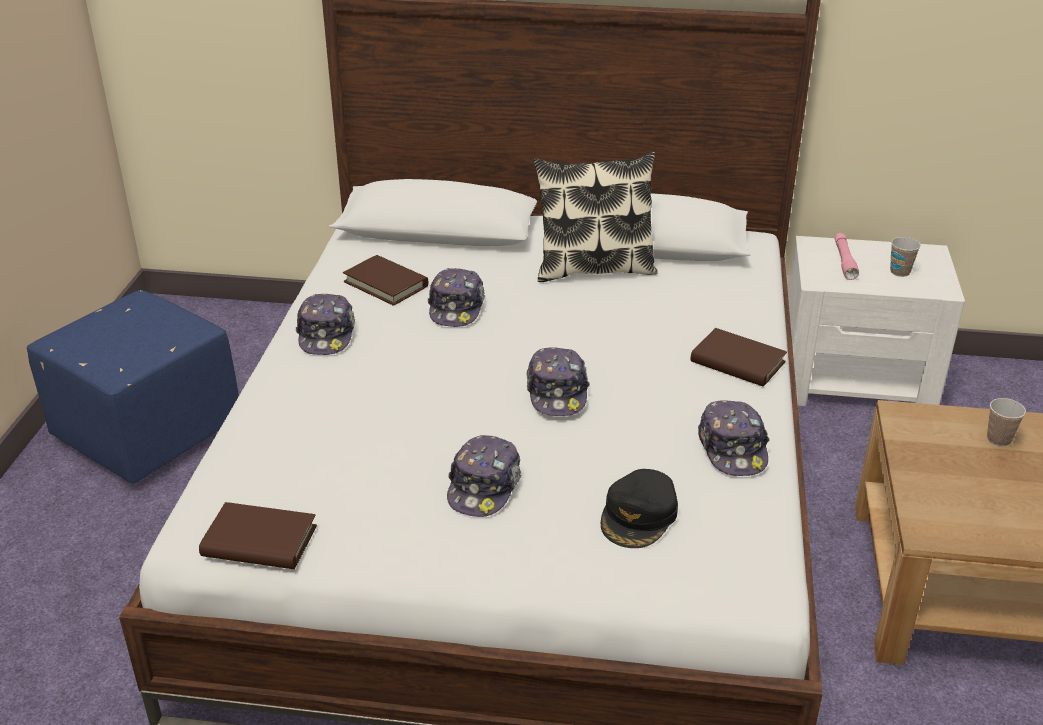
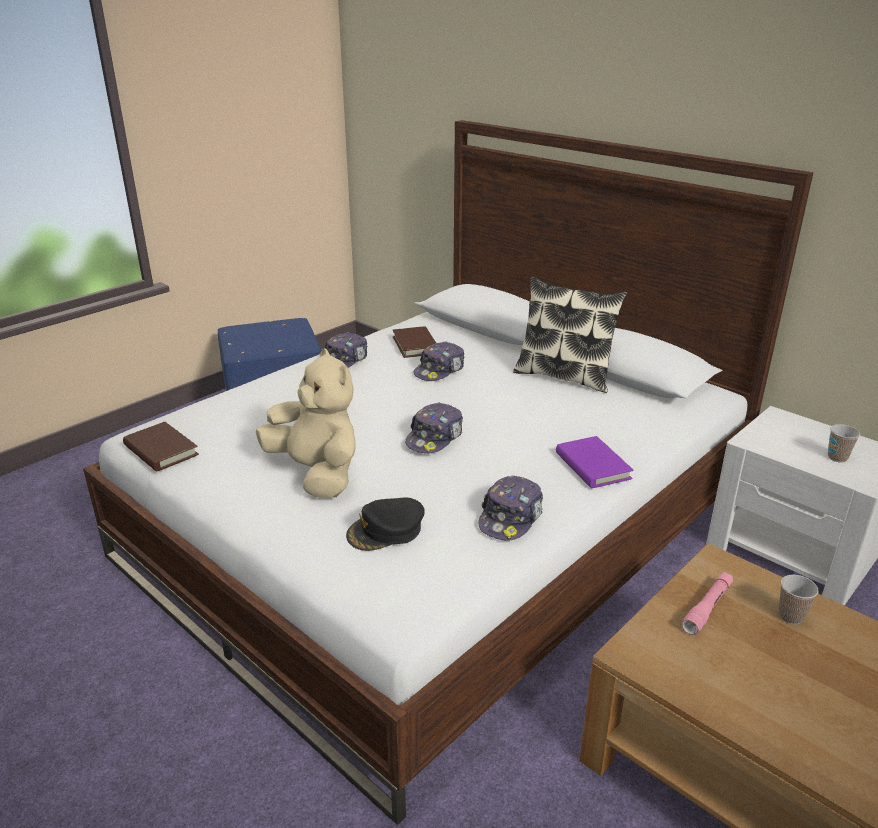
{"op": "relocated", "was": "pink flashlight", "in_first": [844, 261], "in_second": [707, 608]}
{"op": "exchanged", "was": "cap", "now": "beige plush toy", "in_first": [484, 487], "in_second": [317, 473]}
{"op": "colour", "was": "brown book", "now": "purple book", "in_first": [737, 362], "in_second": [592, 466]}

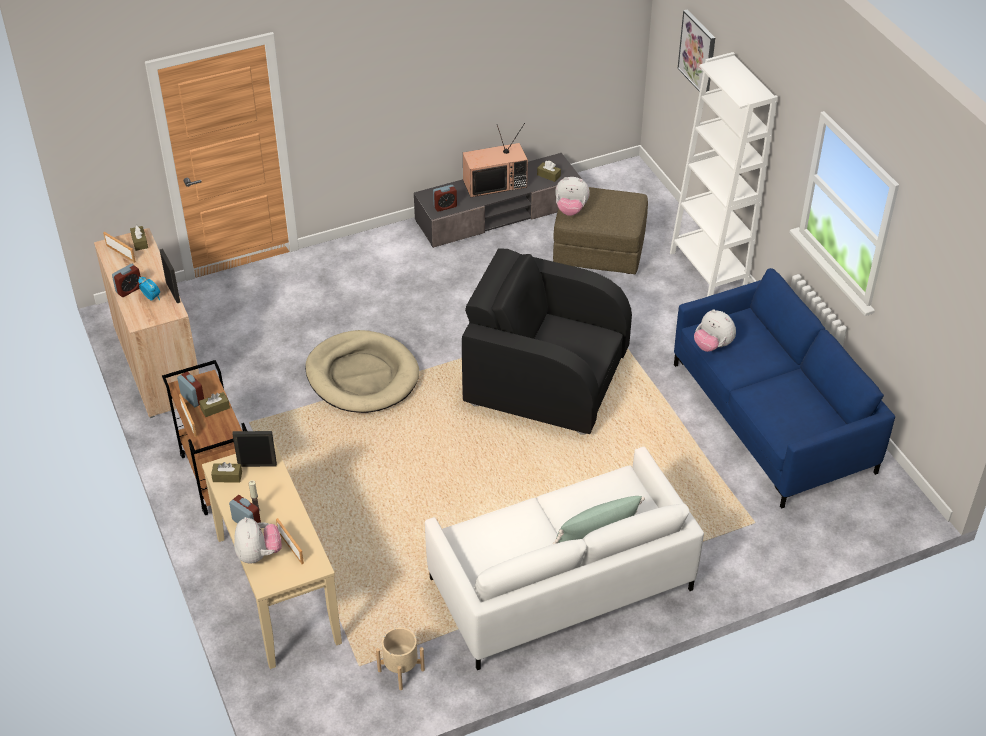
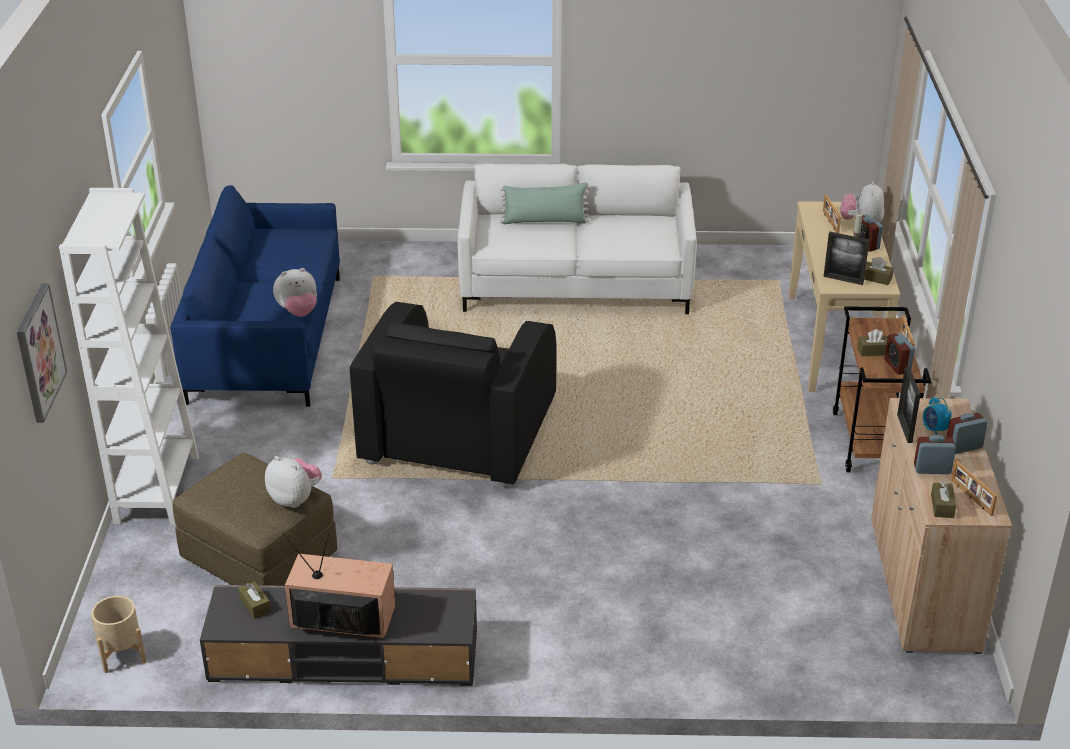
{"op": "missing", "was": "beige dog bed", "in_first": [362, 376]}
{"op": "relocated", "was": "beige planter", "in_first": [401, 670], "in_second": [122, 654]}
{"op": "relocated", "was": "alarm clock", "in_first": [445, 206], "in_second": [932, 469]}
{"op": "spun", "was": "black armchair", "in_first": [545, 378], "in_second": [457, 433], "clockwise": 60}
{"op": "spun", "was": "plush toy", "in_first": [712, 346], "in_second": [298, 312], "clockwise": 90}

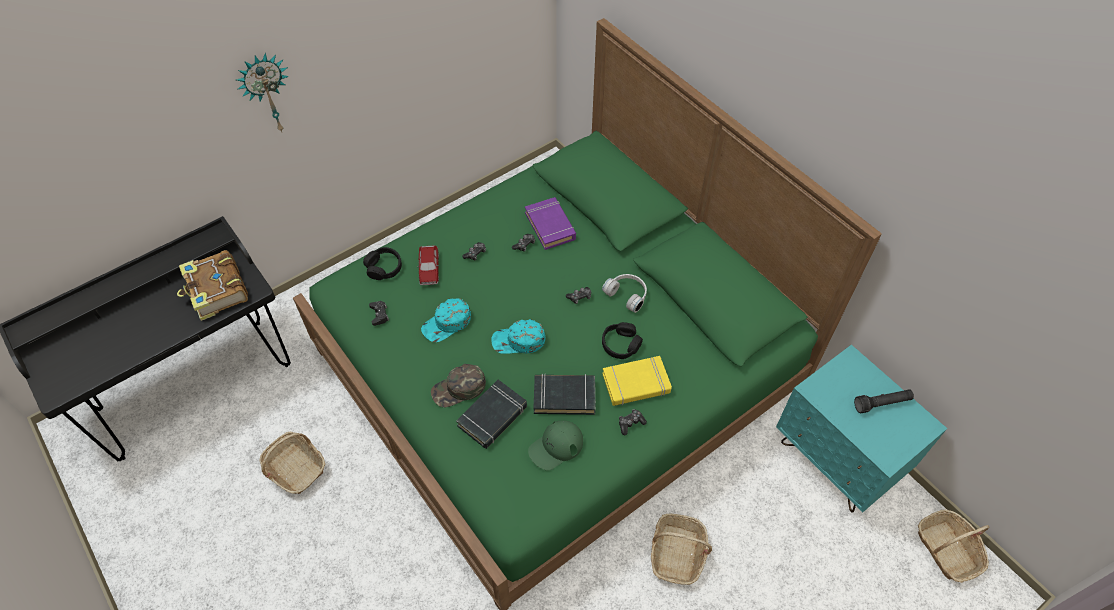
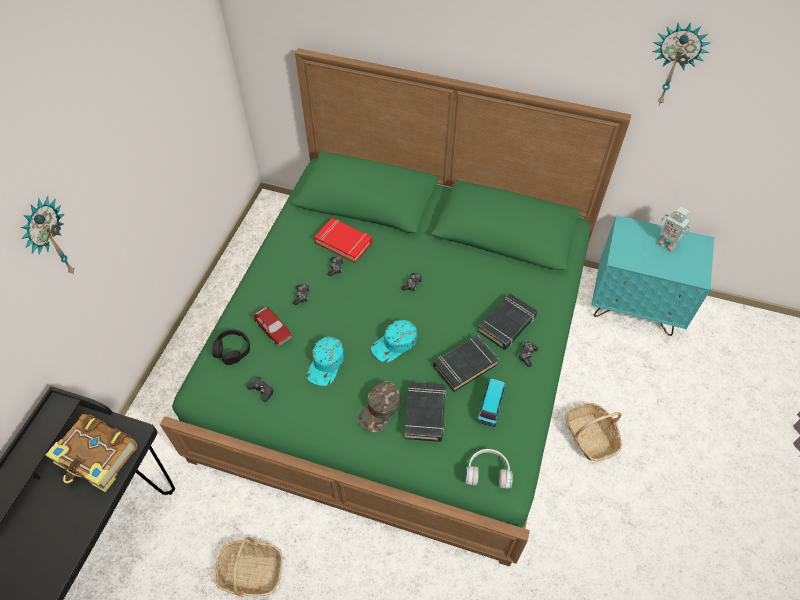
{"op": "missing", "was": "black headphones", "in_first": [621, 344]}
{"op": "missing", "was": "basket", "in_first": [947, 550]}
{"op": "appeared", "now": "wall clock", "in_second": [674, 63]}
{"op": "relocated", "was": "white headphones", "in_first": [627, 294], "in_second": [488, 471]}
{"op": "exchanged", "was": "green cap", "now": "toy car", "in_first": [556, 446], "in_second": [490, 406]}
{"op": "exchanged", "was": "black flashlight", "now": "toy robot", "in_first": [882, 403], "in_second": [666, 244]}
{"op": "colour", "was": "purple book", "now": "red book", "in_first": [550, 226], "in_second": [344, 242]}
{"op": "colour", "was": "yellow book", "now": "black book", "in_first": [636, 384], "in_second": [507, 324]}

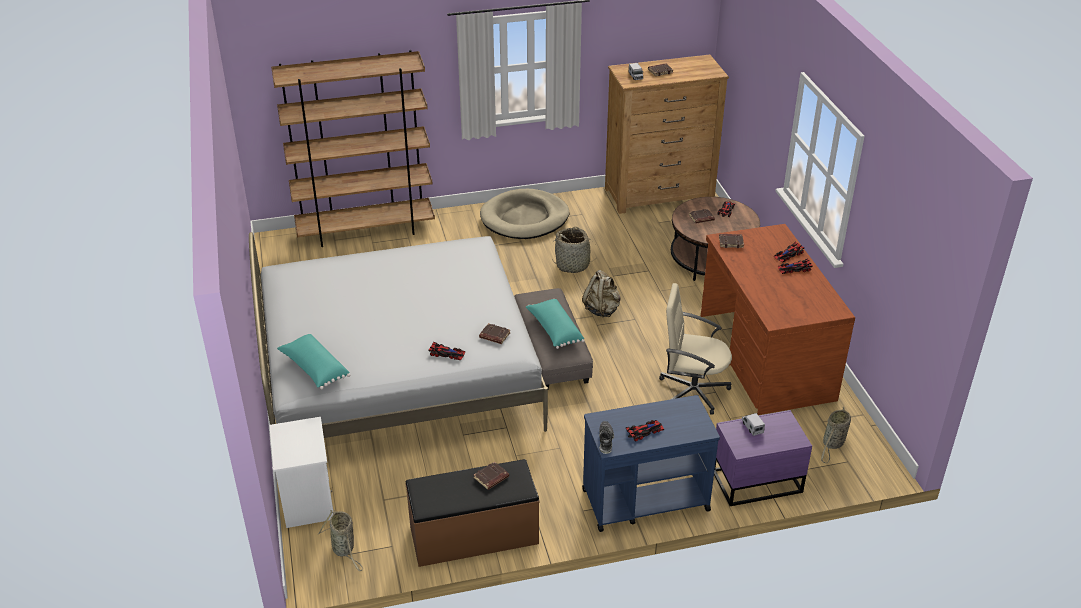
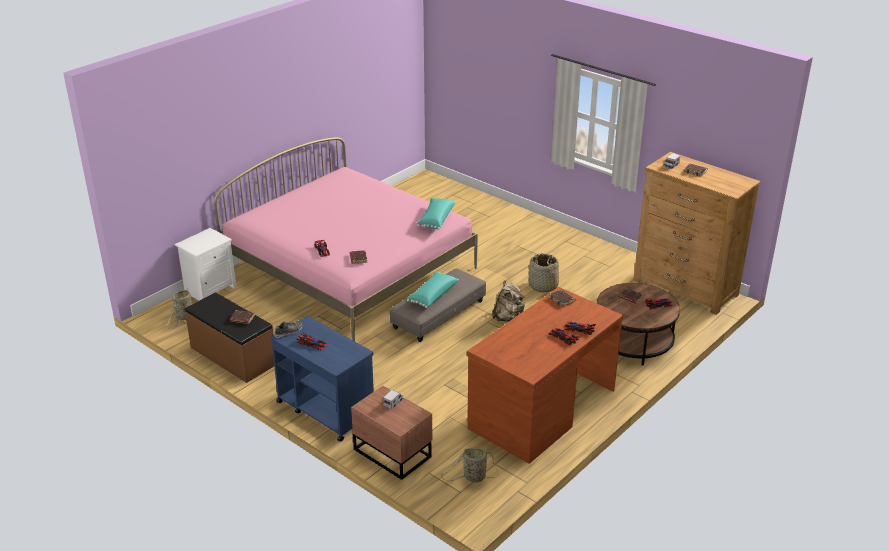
{"op": "missing", "was": "brown bookcase", "in_first": [366, 230]}
{"op": "missing", "was": "beige dog bed", "in_first": [525, 218]}
{"op": "missing", "was": "beige office chair", "in_first": [692, 391]}
{"op": "relocated", "was": "turquoise pillow", "in_first": [314, 369], "in_second": [435, 219]}
{"op": "colour", "was": "white bed", "now": "pink bed", "in_first": [398, 373], "in_second": [350, 270]}
{"op": "colour", "was": "purple nightstand", "now": "brown nightstand", "in_first": [755, 480], "in_second": [392, 452]}

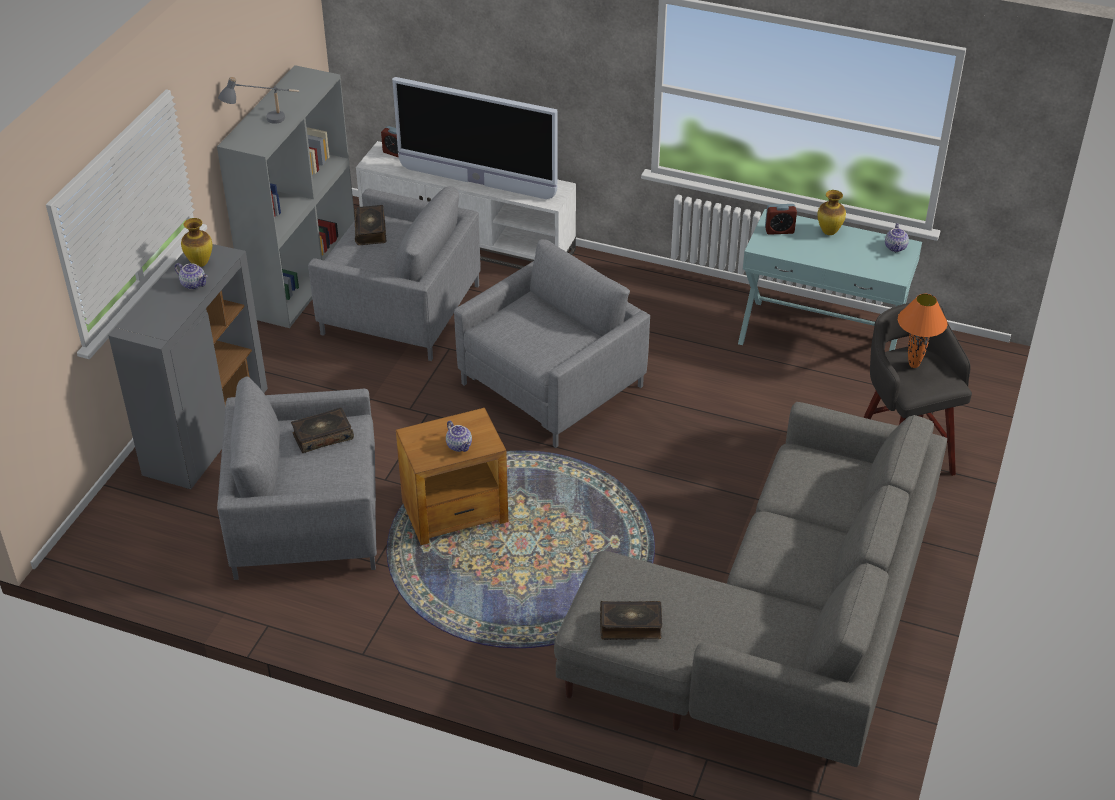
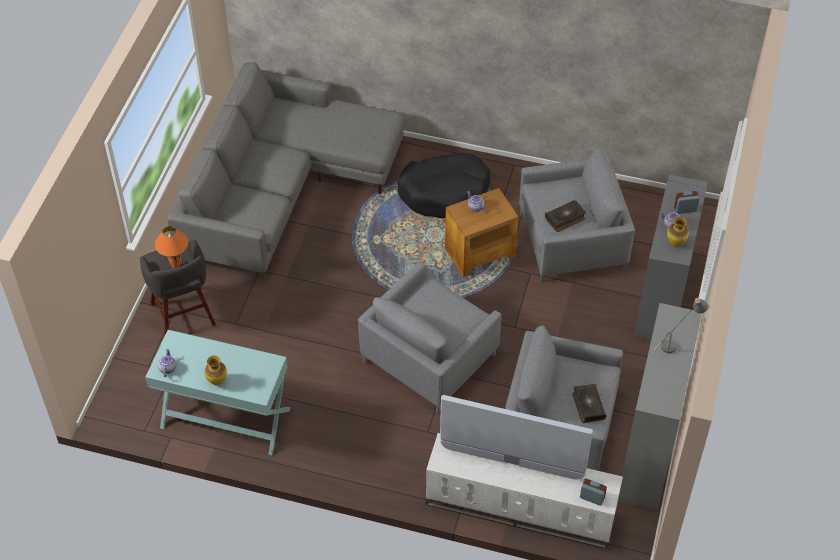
{"op": "missing", "was": "book", "in_first": [630, 625]}
{"op": "appeared", "now": "black dog bed", "in_second": [444, 192]}
{"op": "relocated", "was": "alarm clock", "in_first": [779, 230], "in_second": [685, 209]}

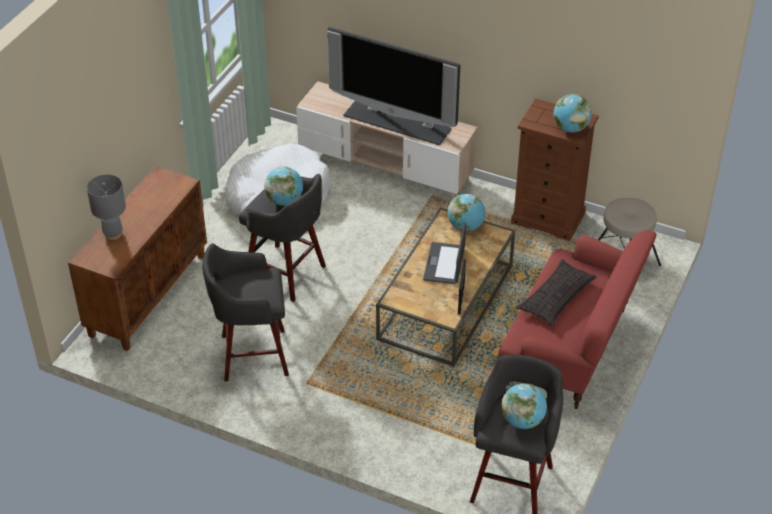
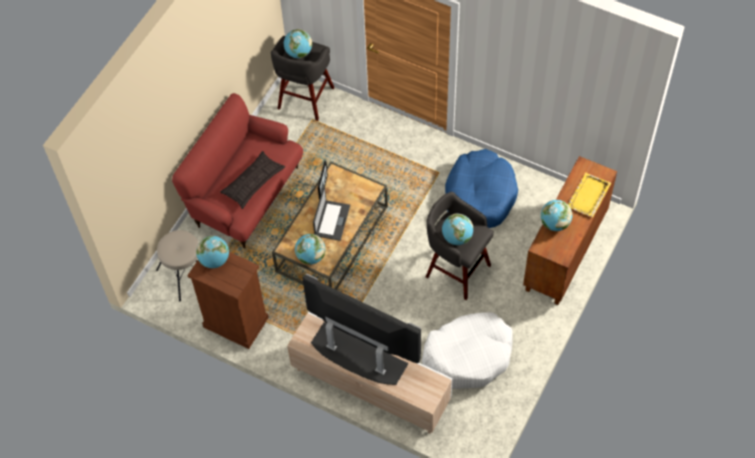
{"op": "appeared", "now": "globe", "in_second": [554, 223]}
{"op": "exchanged", "was": "grey table lamp", "now": "yellow tray", "in_first": [113, 234], "in_second": [588, 196]}
{"op": "exchanged", "was": "grey stool", "now": "blue dog bed", "in_first": [251, 355], "in_second": [479, 196]}

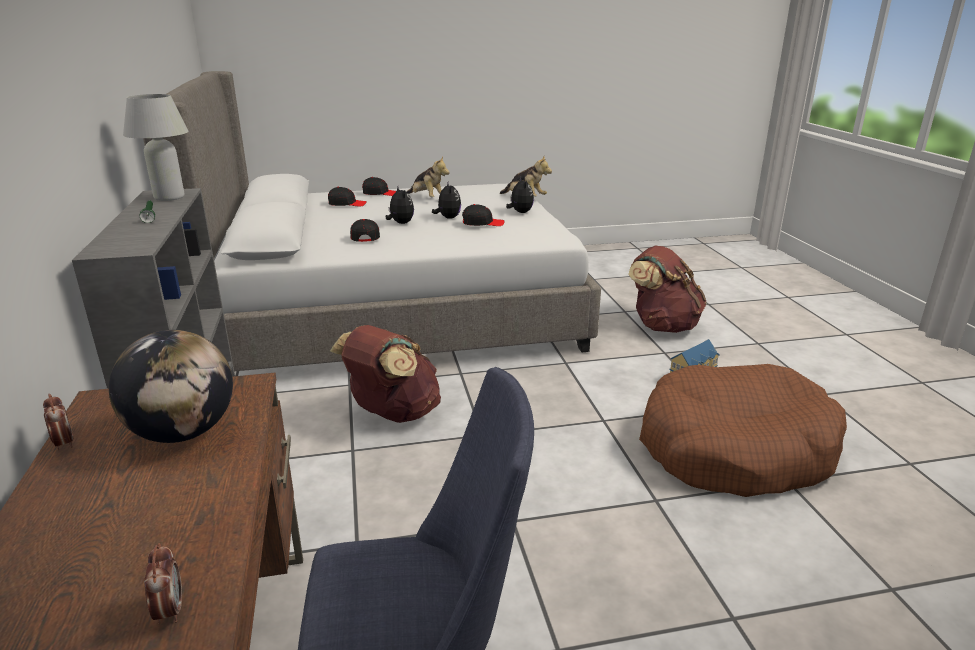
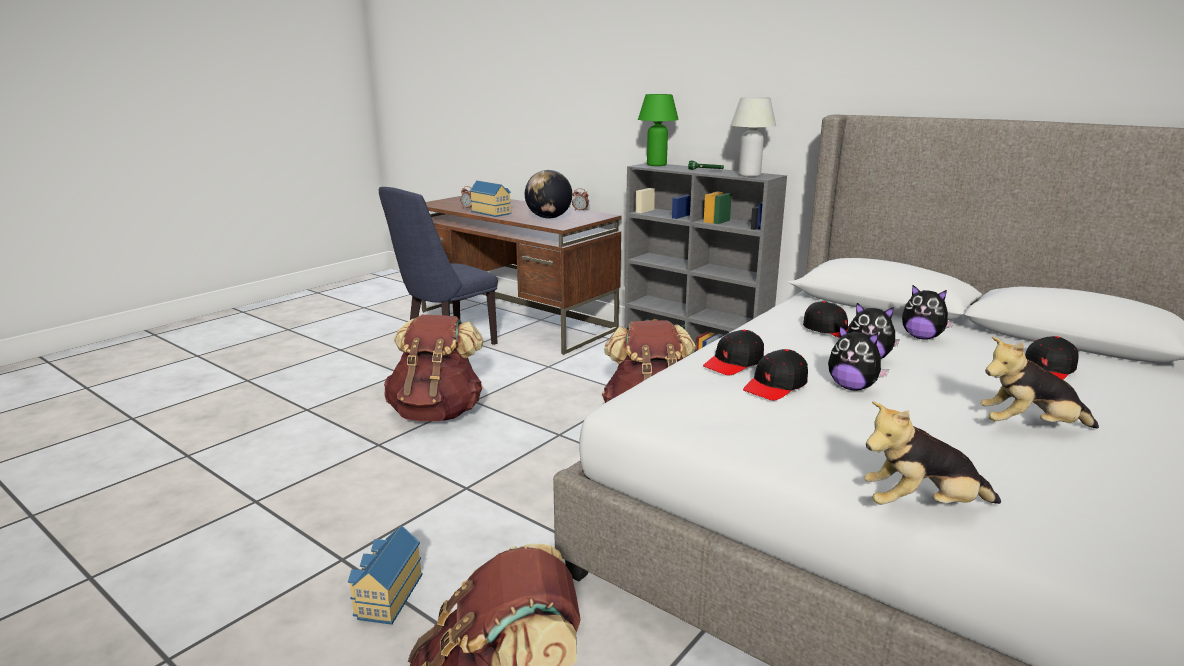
{"op": "missing", "was": "brown dog bed", "in_first": [734, 449]}
{"op": "appeared", "now": "brown backpack", "in_second": [437, 413]}
{"op": "appeared", "now": "toy house", "in_second": [492, 212]}
{"op": "appeared", "now": "green table lamp", "in_second": [656, 165]}
{"op": "relocated", "was": "black cap", "in_first": [380, 193], "in_second": [734, 363]}
{"op": "relocated", "was": "plush toy", "in_first": [520, 212], "in_second": [922, 337]}

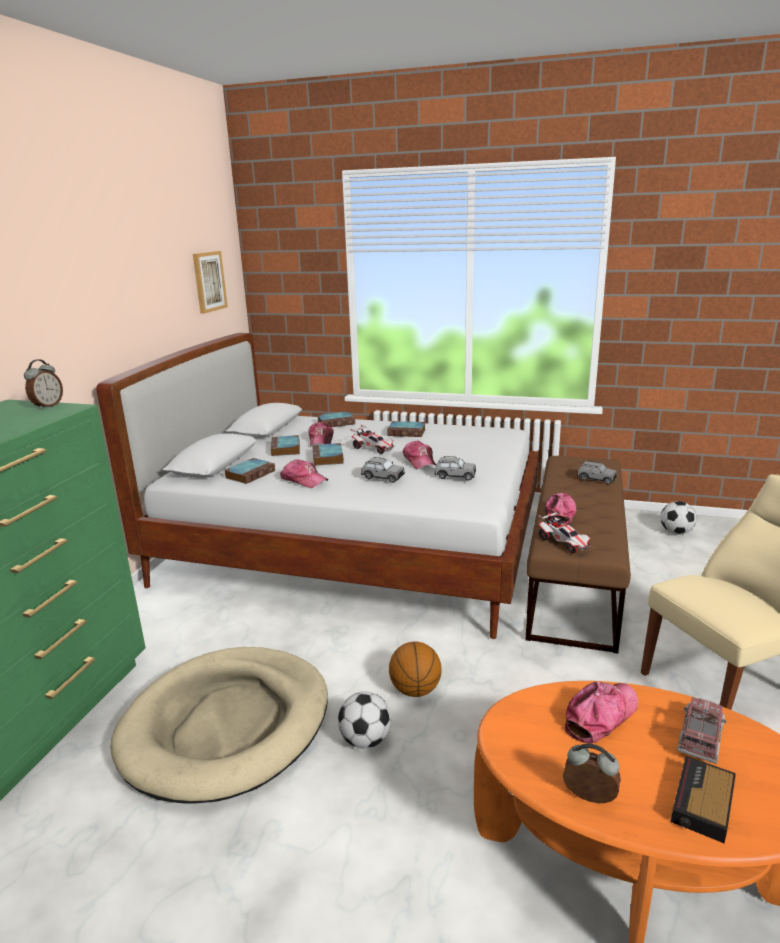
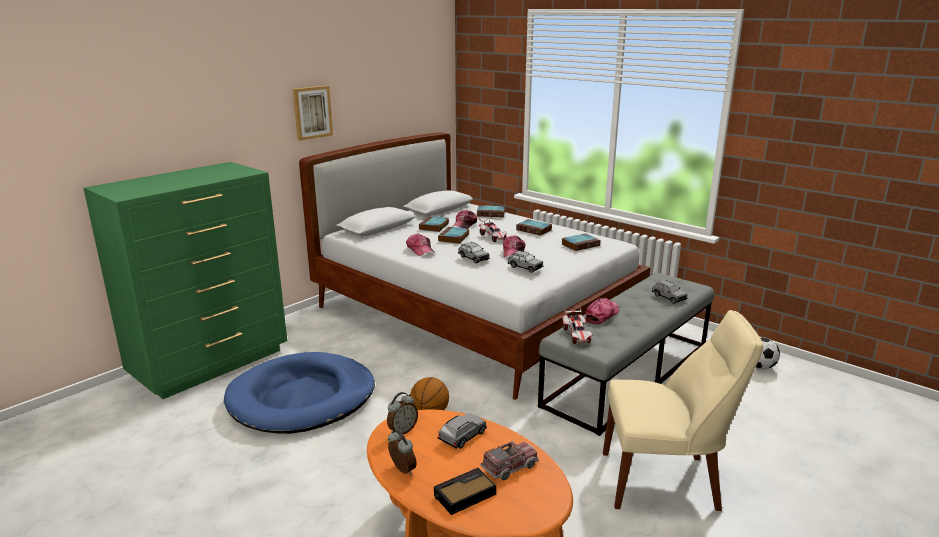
{"op": "missing", "was": "football", "in_first": [365, 740]}
{"op": "relocated", "was": "alarm clock", "in_first": [47, 406], "in_second": [402, 430]}
{"op": "relocated", "was": "picture", "in_first": [209, 281], "in_second": [312, 112]}
{"op": "relocated", "was": "book", "in_first": [250, 474], "in_second": [580, 245]}
{"op": "exchanged", "was": "cap", "now": "grey toy car", "in_first": [600, 716], "in_second": [462, 436]}
{"op": "colour", "was": "beige dog bed", "now": "blue dog bed", "in_first": [227, 726], "in_second": [302, 398]}
{"op": "colour", "was": "brown bench", "now": "grey bench", "in_first": [575, 573], "in_second": [628, 374]}

